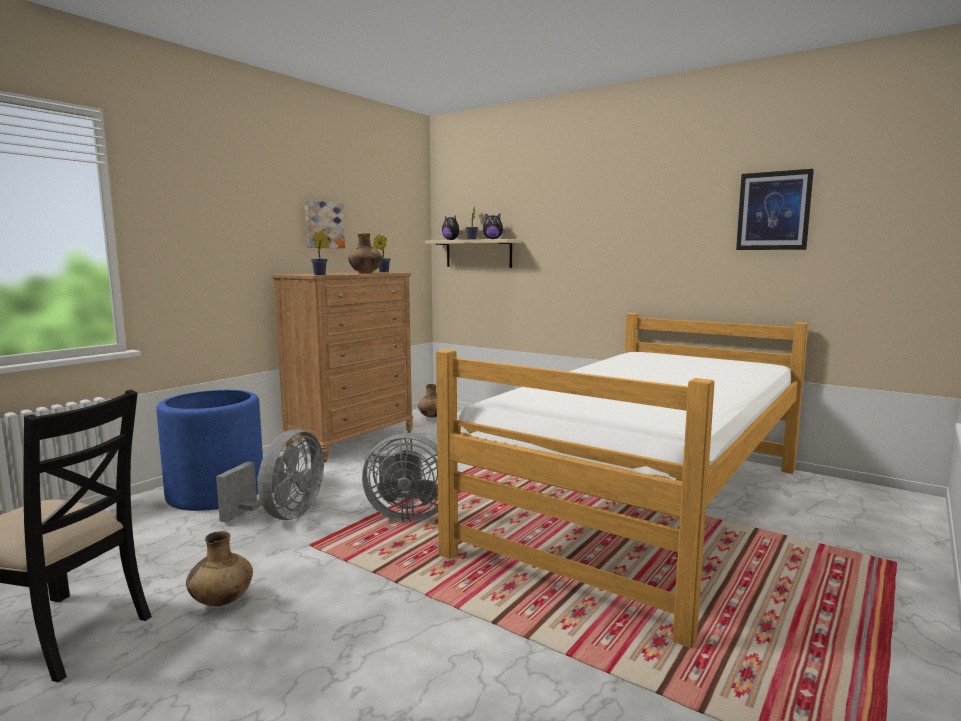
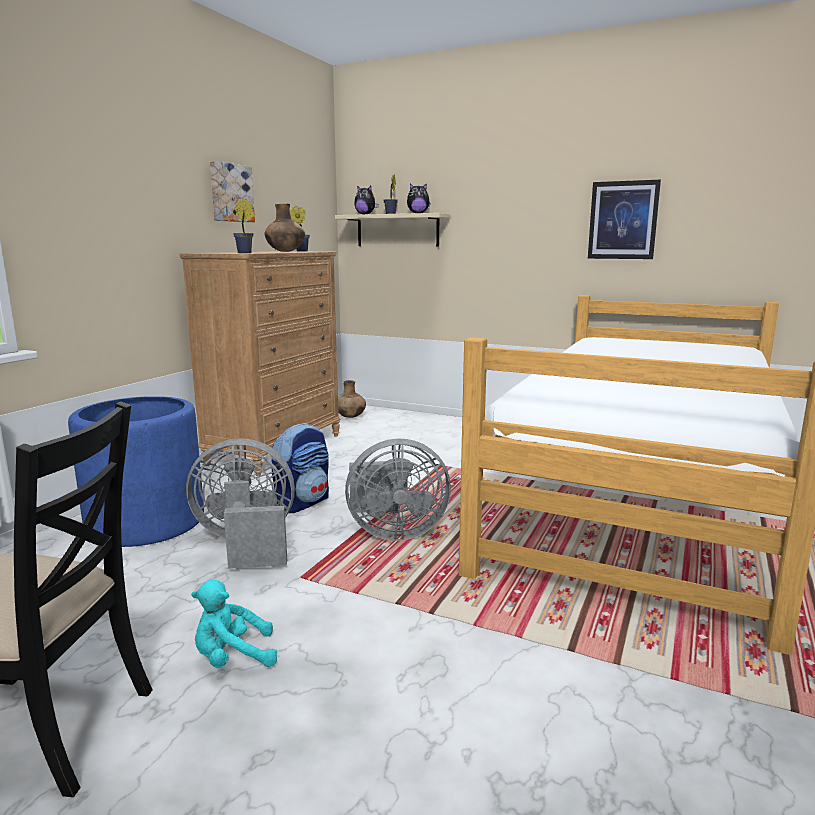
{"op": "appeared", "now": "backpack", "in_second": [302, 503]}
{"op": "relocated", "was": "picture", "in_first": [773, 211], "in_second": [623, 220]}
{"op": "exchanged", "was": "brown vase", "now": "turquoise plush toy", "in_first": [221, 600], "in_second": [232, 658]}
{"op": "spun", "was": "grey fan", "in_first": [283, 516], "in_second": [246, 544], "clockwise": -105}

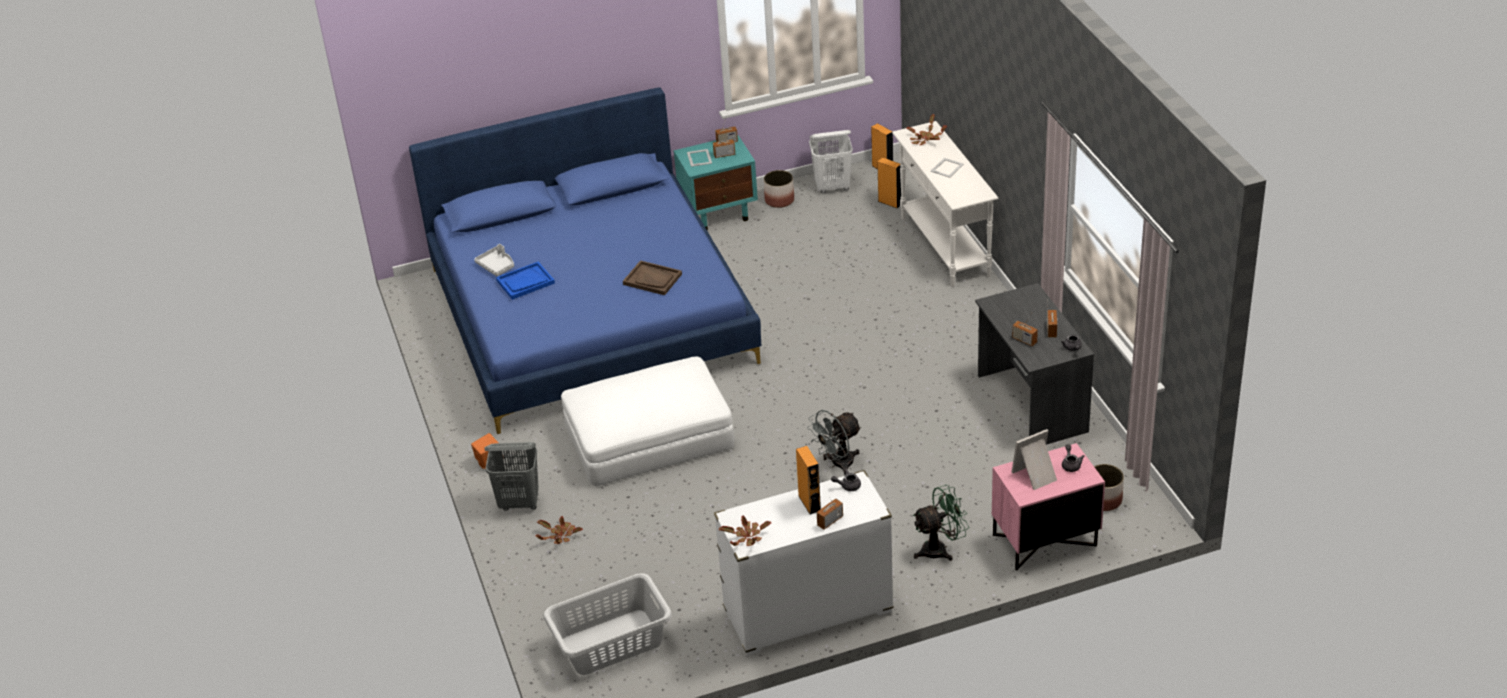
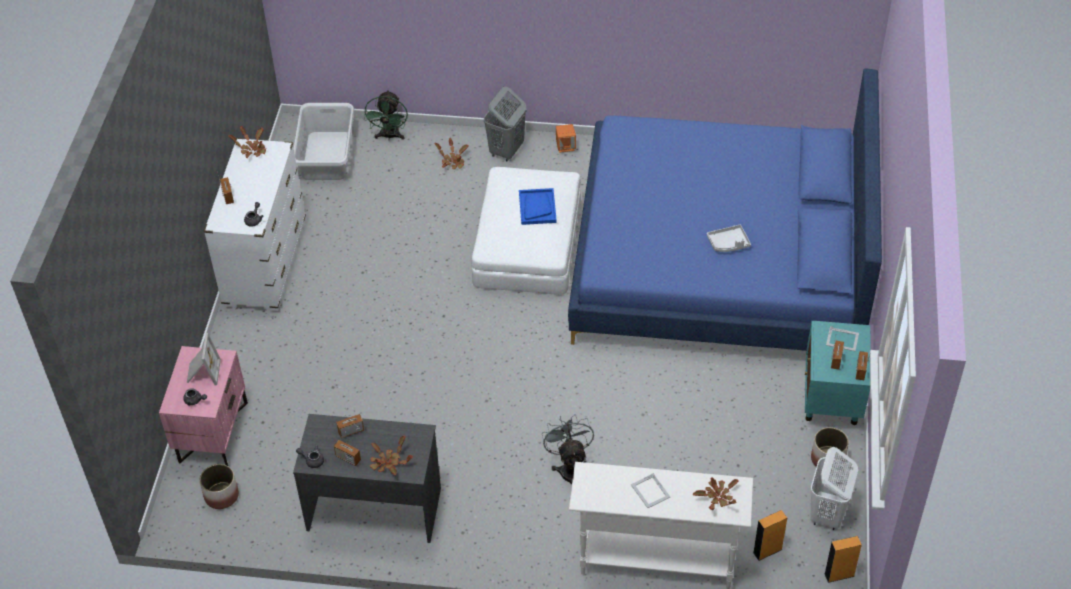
{"op": "missing", "was": "brown tray", "in_first": [652, 279]}
{"op": "missing", "was": "orange speaker", "in_first": [809, 503]}
{"op": "appeared", "now": "potted plant", "in_second": [388, 462]}
{"op": "relocated", "was": "grey tray", "in_first": [497, 266], "in_second": [728, 243]}
{"op": "relocated", "was": "blue tray", "in_first": [525, 282], "in_second": [537, 207]}
{"op": "relocated", "was": "grey fan", "in_first": [837, 464], "in_second": [569, 468]}
{"op": "relocated", "was": "green fan", "in_first": [940, 549], "in_second": [389, 136]}

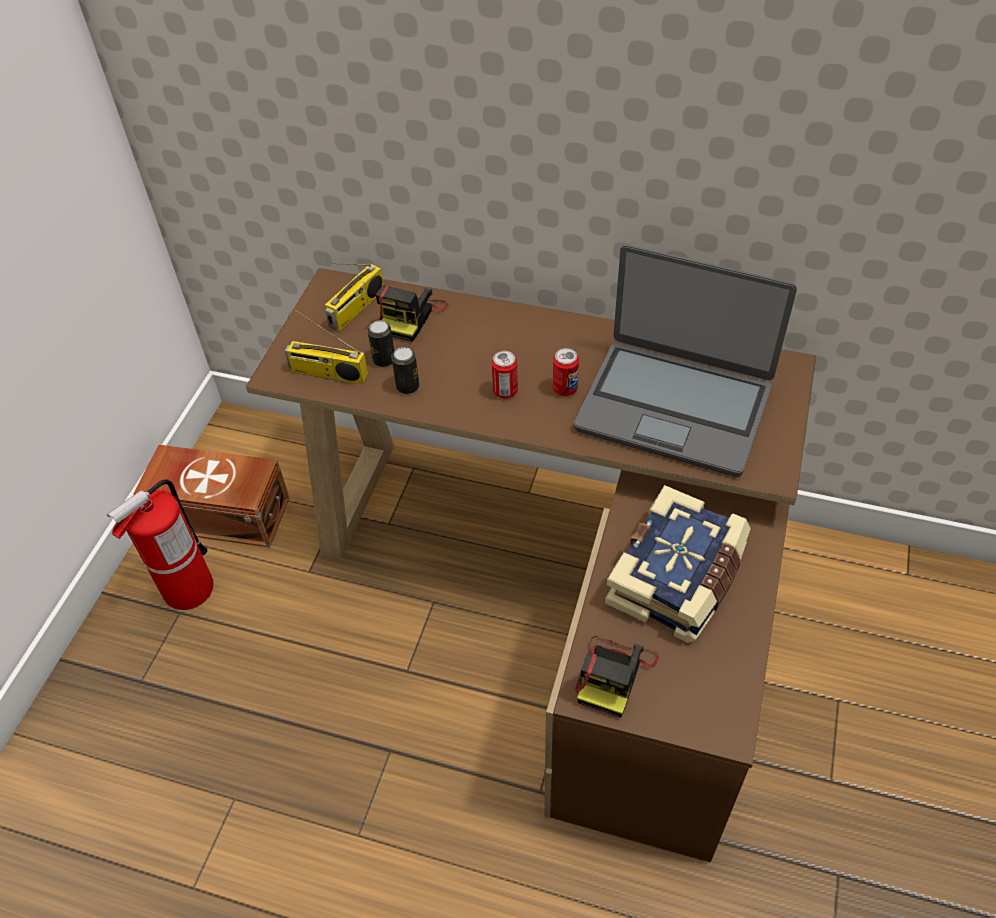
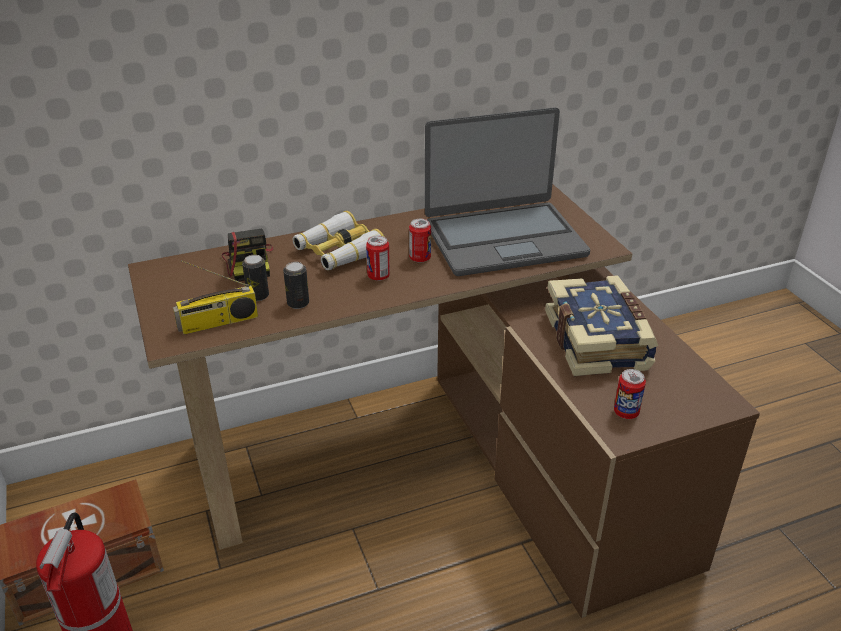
{"op": "missing", "was": "radio", "in_first": [357, 309]}
{"op": "appeared", "now": "binoculars", "in_second": [339, 252]}
{"op": "exchanged", "was": "photo camera", "now": "can", "in_first": [613, 674], "in_second": [626, 412]}

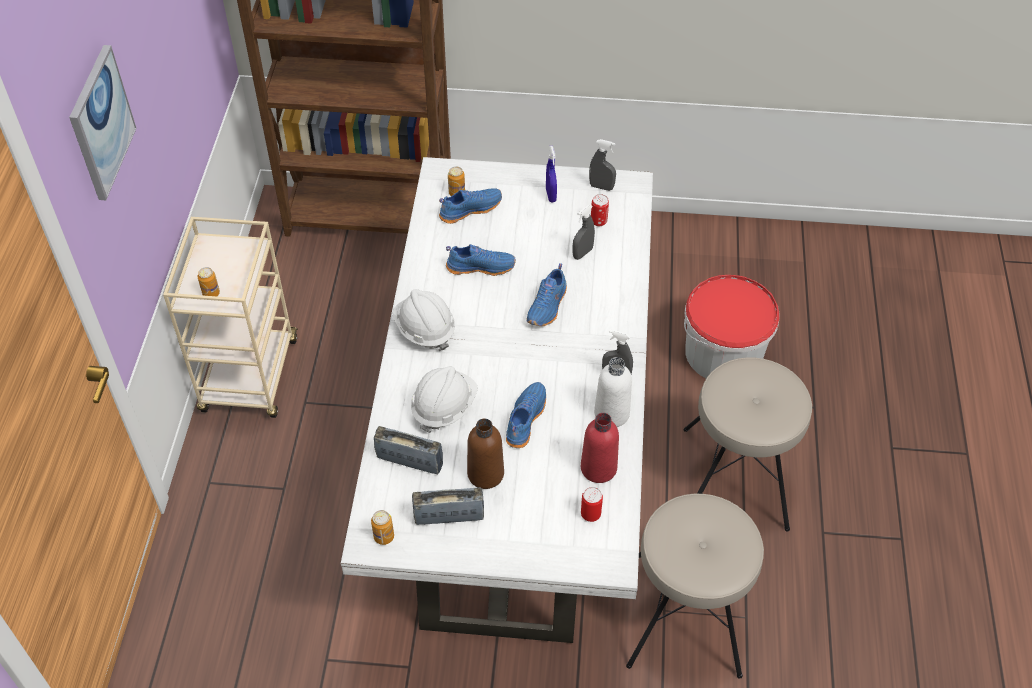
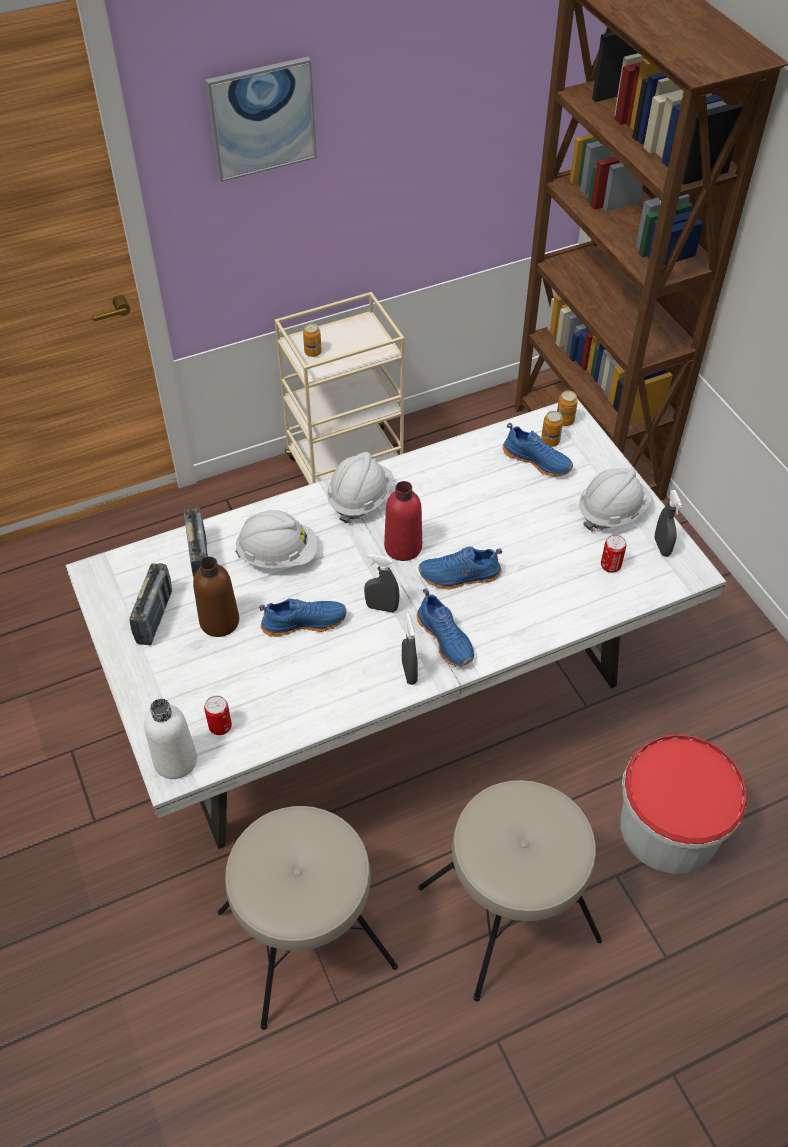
{"op": "relocated", "was": "can", "in_first": [384, 536], "in_second": [565, 421]}
{"op": "relocated", "was": "blue shoe", "in_first": [481, 266], "in_second": [446, 638]}
{"op": "relocated", "was": "grey spray bottle", "in_first": [582, 253], "in_second": [381, 607]}
{"op": "relocated", "was": "red bottle", "in_first": [598, 468], "in_second": [403, 547]}
{"op": "relocated", "was": "white bottle", "in_first": [611, 413], "in_second": [175, 761]}
{"op": "exchanged", "was": "blue spray bottle", "now": "white hard hat", "in_first": [551, 195], "in_second": [612, 512]}
{"op": "spun", "was": "radio", "in_first": [449, 517], "in_second": [155, 617], "clockwise": 45}

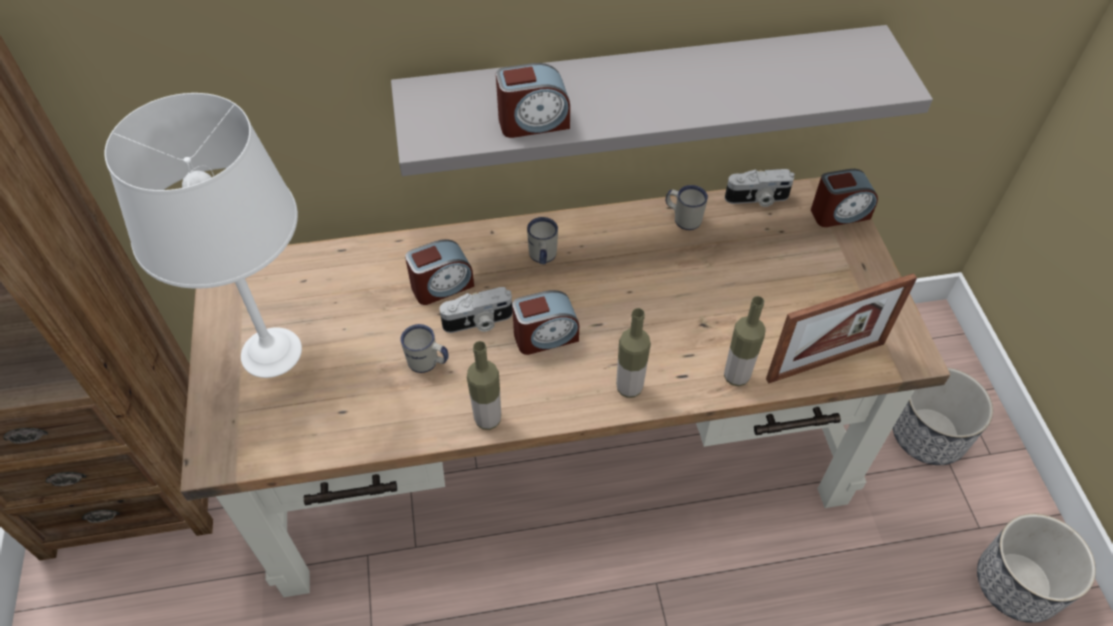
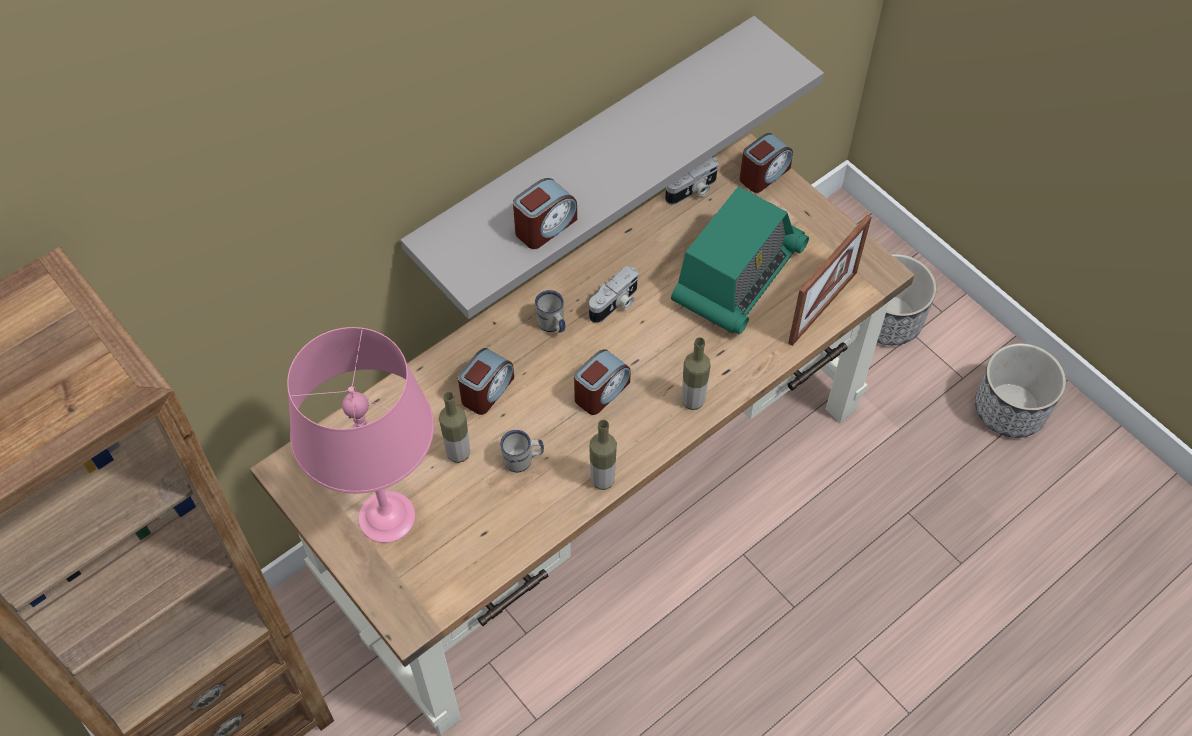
{"op": "missing", "was": "white mug", "in_first": [683, 218]}
{"op": "appeared", "now": "radio", "in_second": [737, 276]}
{"op": "relocated", "was": "photo camera", "in_first": [478, 322], "in_second": [615, 304]}
{"op": "relocated", "was": "bottle", "in_first": [736, 376], "in_second": [458, 453]}
{"op": "colour", "was": "white table lamp", "now": "pink table lamp", "in_first": [271, 353], "in_second": [387, 518]}

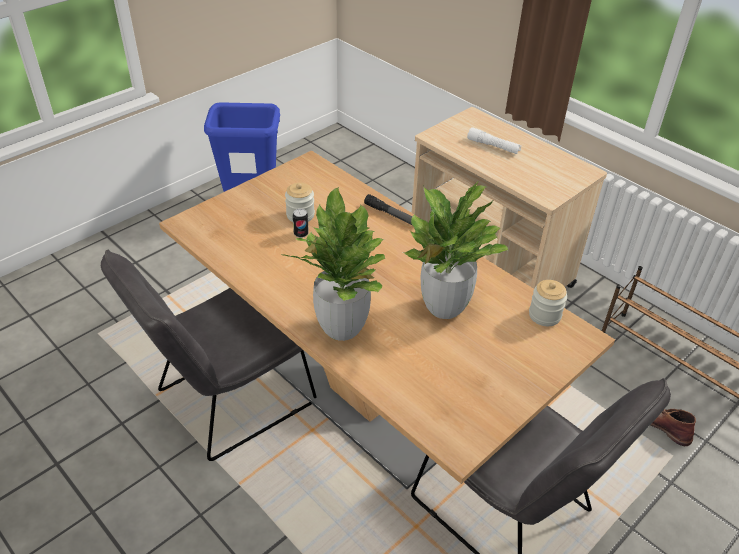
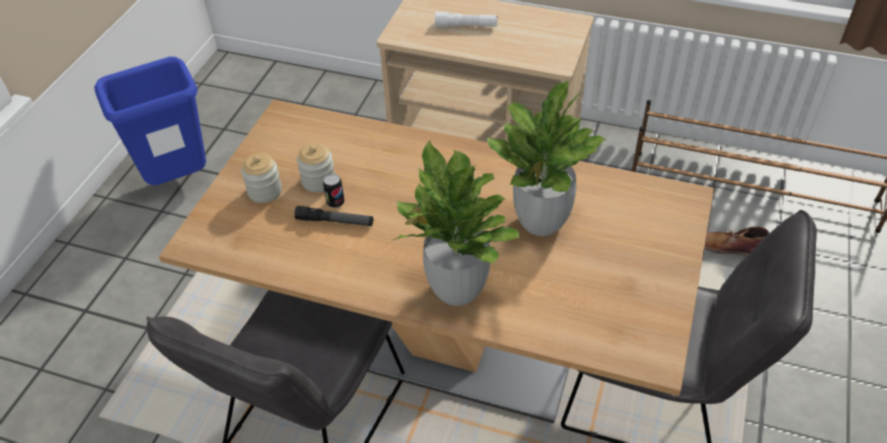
{"op": "relocated", "was": "flashlight", "in_first": [391, 215], "in_second": [335, 221]}
{"op": "relocated", "was": "jar", "in_first": [544, 315], "in_second": [265, 191]}

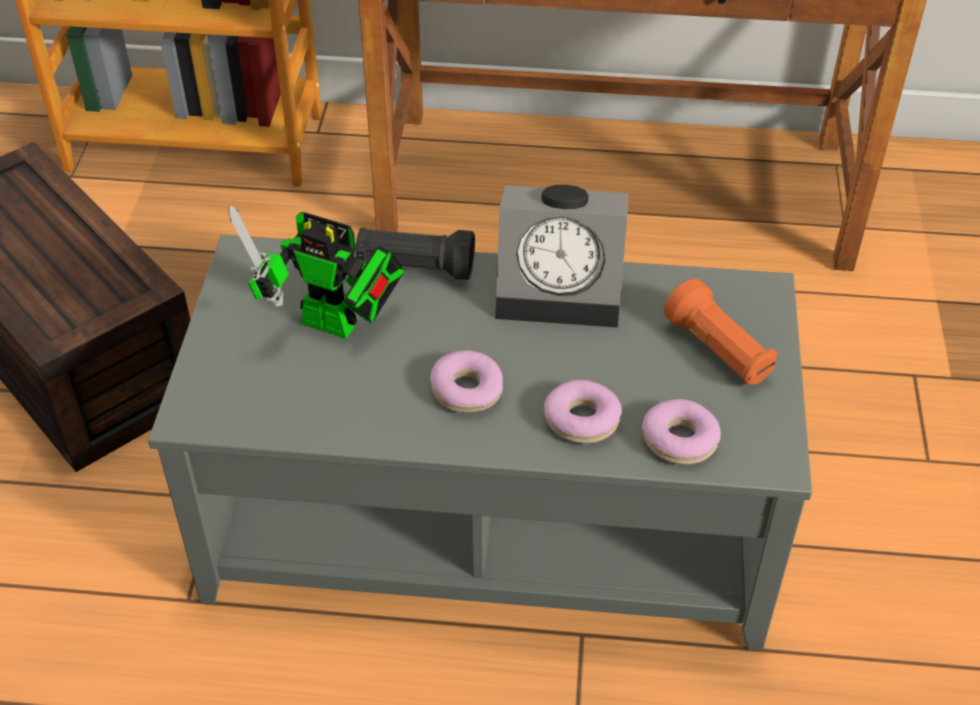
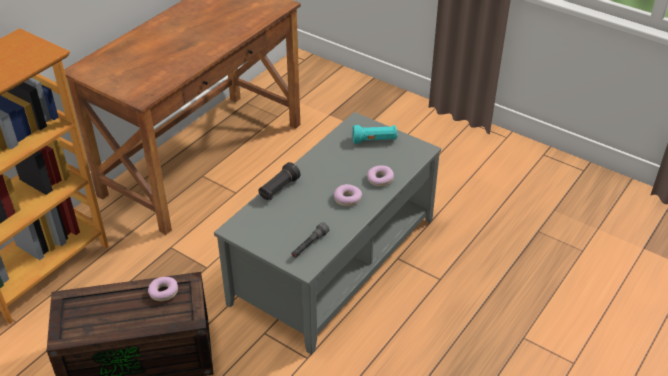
{"op": "missing", "was": "toy robot", "in_first": [337, 326]}
{"op": "missing", "was": "alarm clock", "in_first": [563, 290]}
{"op": "appeared", "now": "grey flashlight", "in_second": [309, 245]}
{"op": "relocated", "was": "donut", "in_first": [679, 440], "in_second": [163, 292]}
{"op": "colour", "was": "orange flashlight", "now": "turquoise flashlight", "in_first": [718, 352], "in_second": [374, 140]}

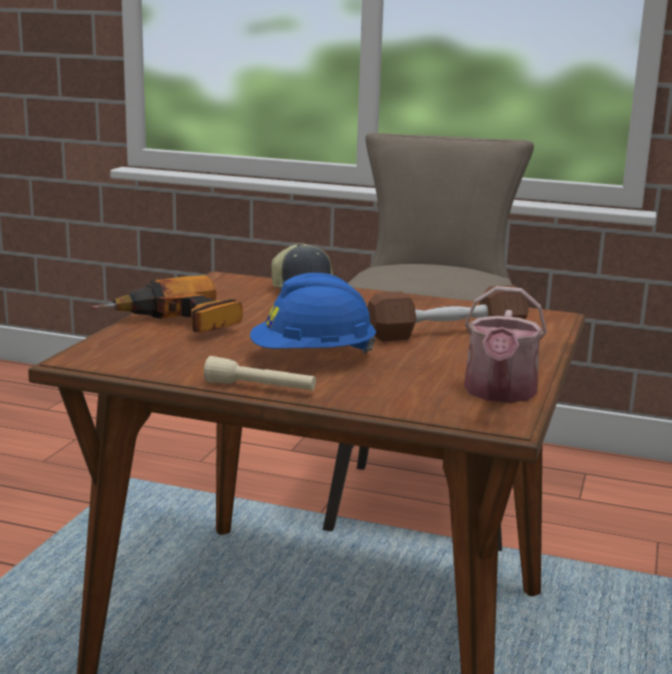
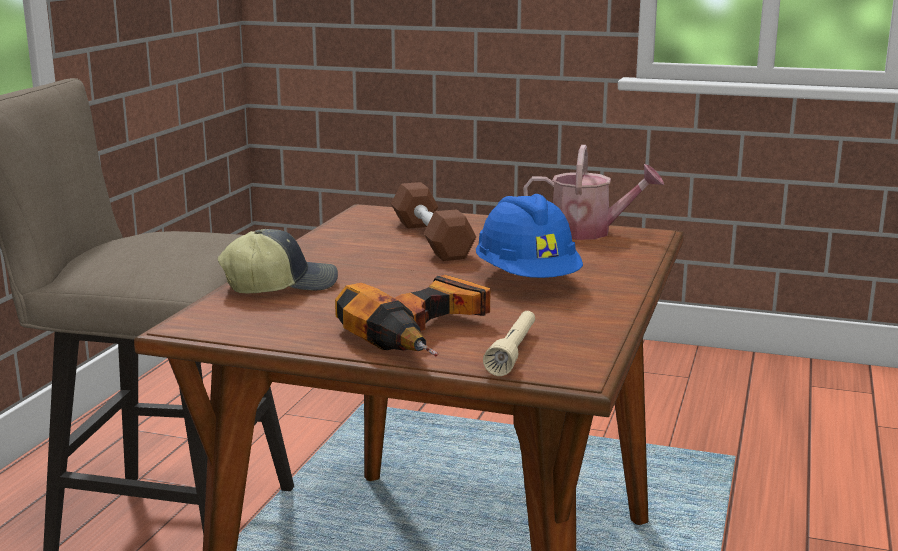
{"op": "relocated", "was": "beige flashlight", "in_first": [260, 388], "in_second": [513, 352]}

